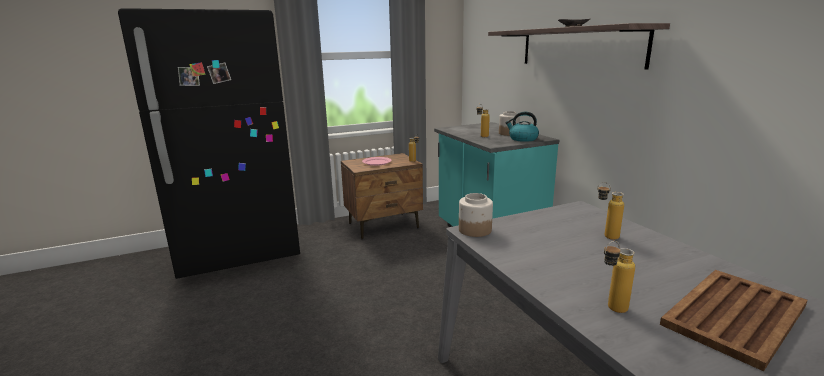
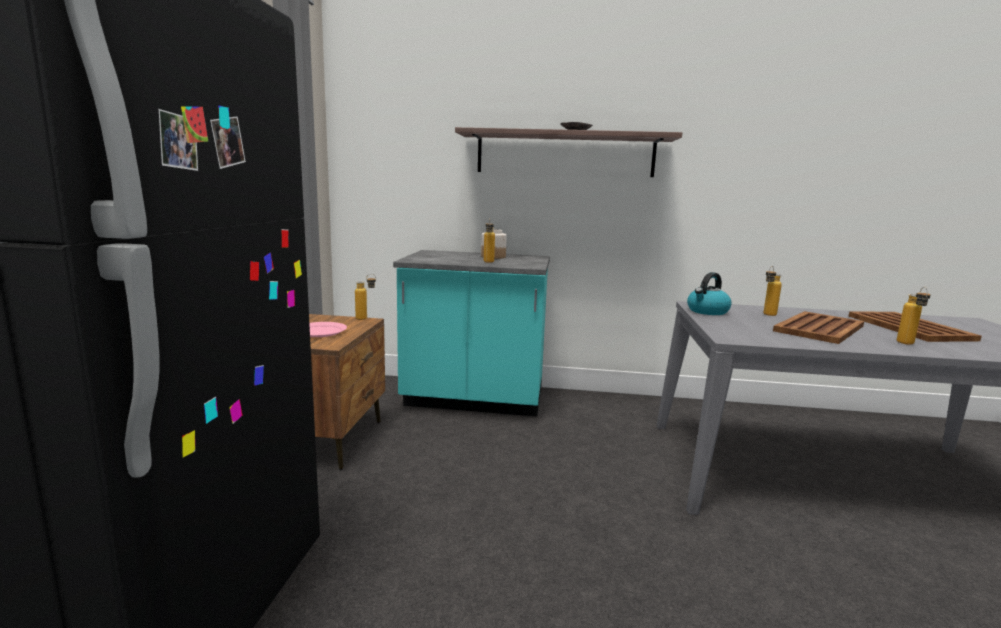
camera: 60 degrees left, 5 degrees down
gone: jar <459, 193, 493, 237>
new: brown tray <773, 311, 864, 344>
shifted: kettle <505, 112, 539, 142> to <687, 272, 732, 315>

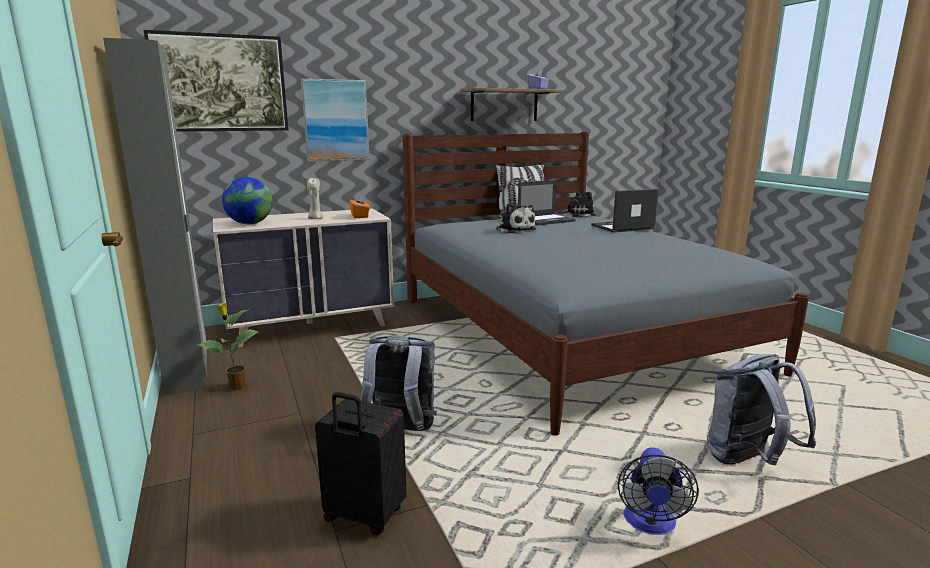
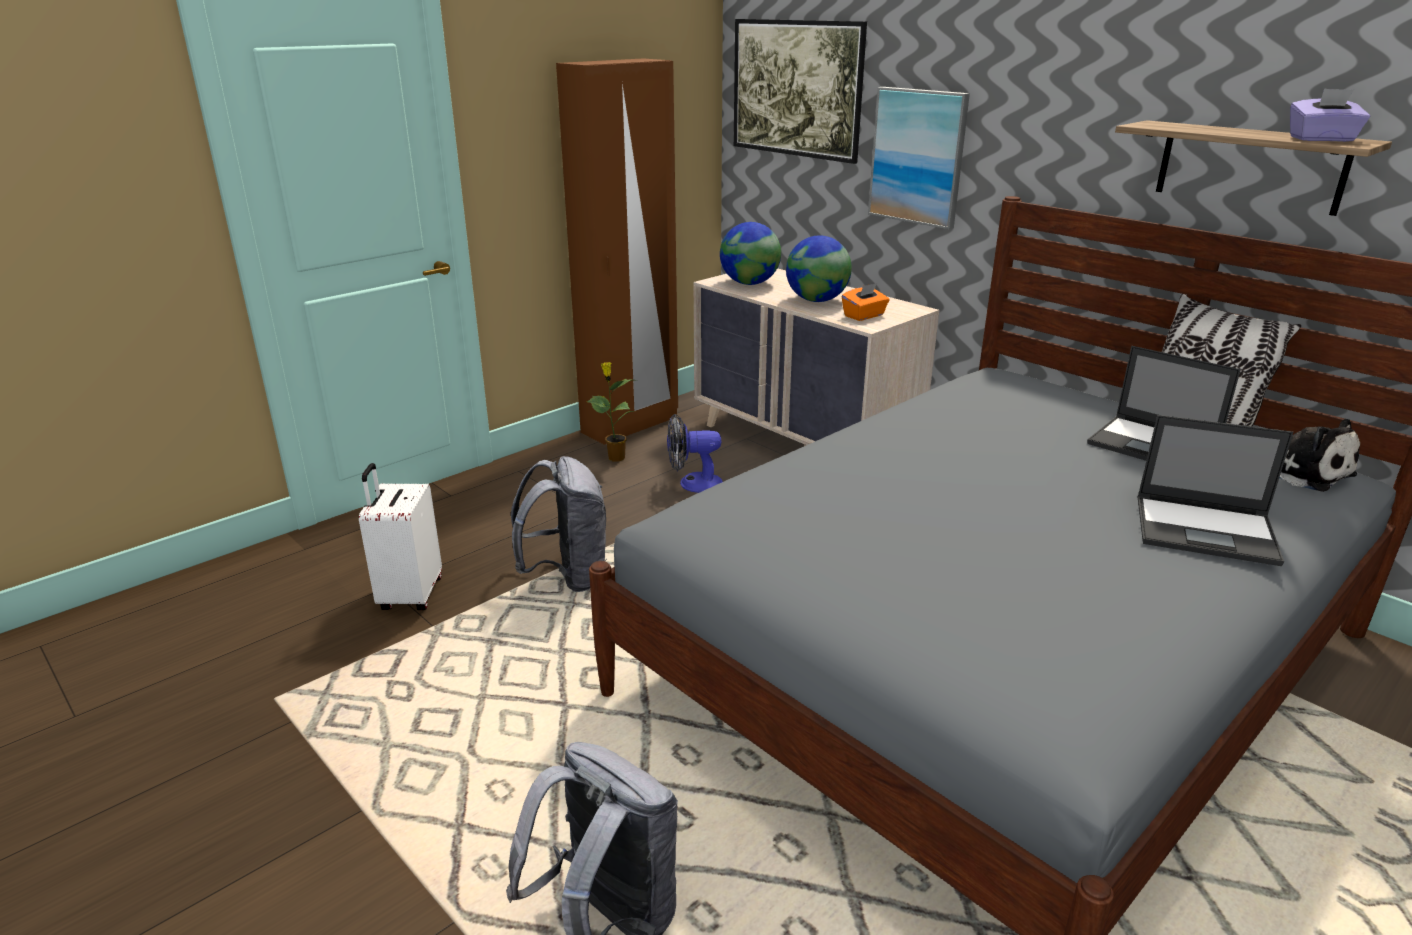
camera: 70 degrees right, 10 degrees up
gone: plush toy <496, 204, 536, 233>
shifted: fan <618, 447, 699, 535> to <667, 414, 723, 493>
swapped: beige candle <307, 178, 323, 219> to globe <786, 235, 852, 302>
repainted: grey wardrobe <103, 38, 207, 396> to brown wardrobe <556, 58, 678, 445>; black suitcase <315, 392, 407, 535> to white suitcase <359, 463, 442, 610>
rotated: laptop <591, 189, 658, 233> = <1138, 415, 1293, 566> 150 degrees clockwise

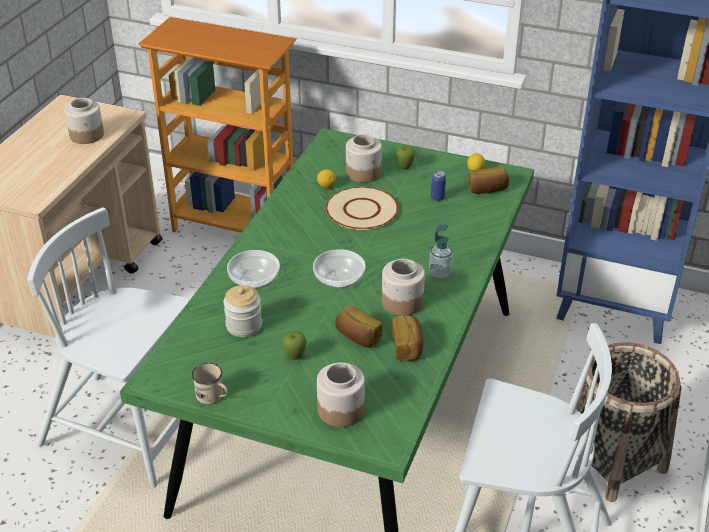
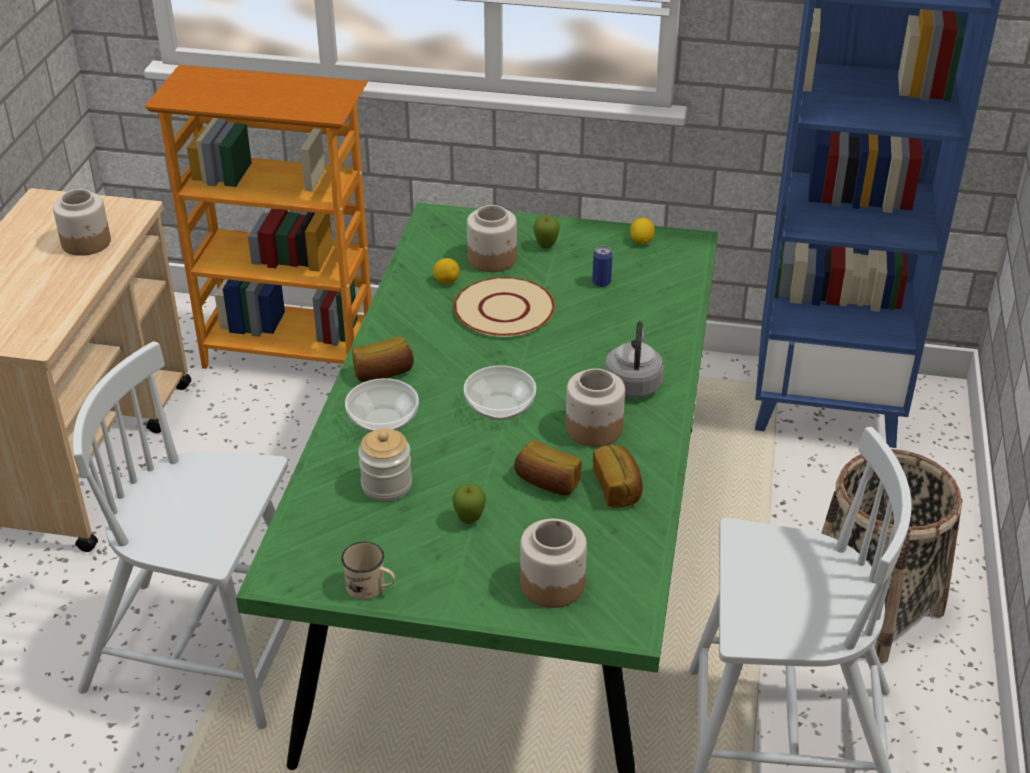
camera: 10 degrees left, 0 degrees up
shifted: bread <468, 166, 509, 194> to <352, 337, 414, 382>
swapped: soap dispenser <429, 224, 453, 278> to grey kettle <605, 321, 664, 398>

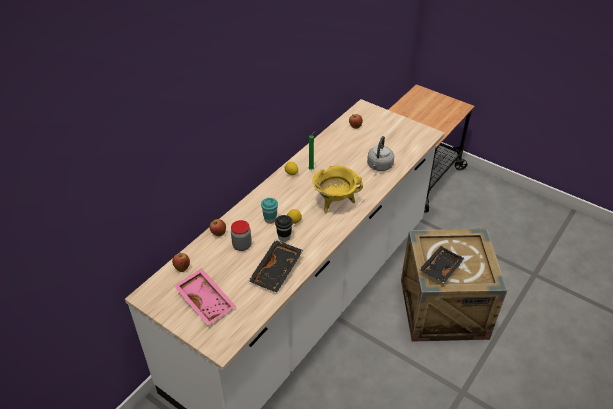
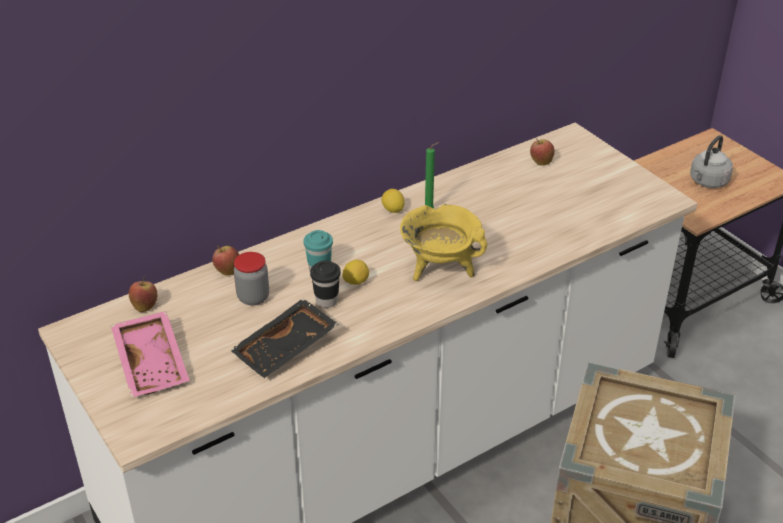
camera: 20 degrees right, 5 degrees down
gone: black tray <419, 246, 465, 283>
shifted: grey kettle <367, 136, 394, 171> to <690, 135, 733, 188>

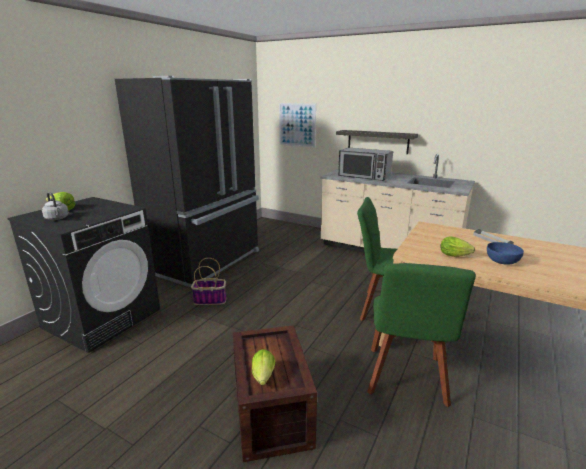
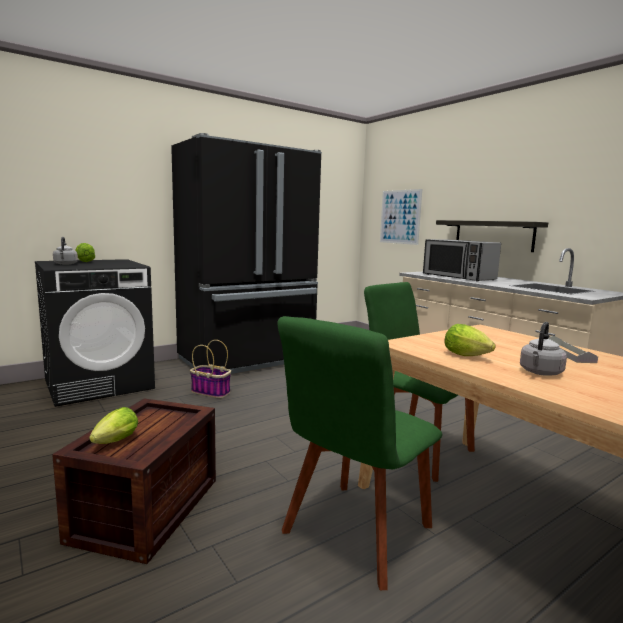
camera: 25 degrees right, 10 degrees down
swapped: blue bowl <487, 242, 524, 265> to grey kettle <520, 322, 567, 376>

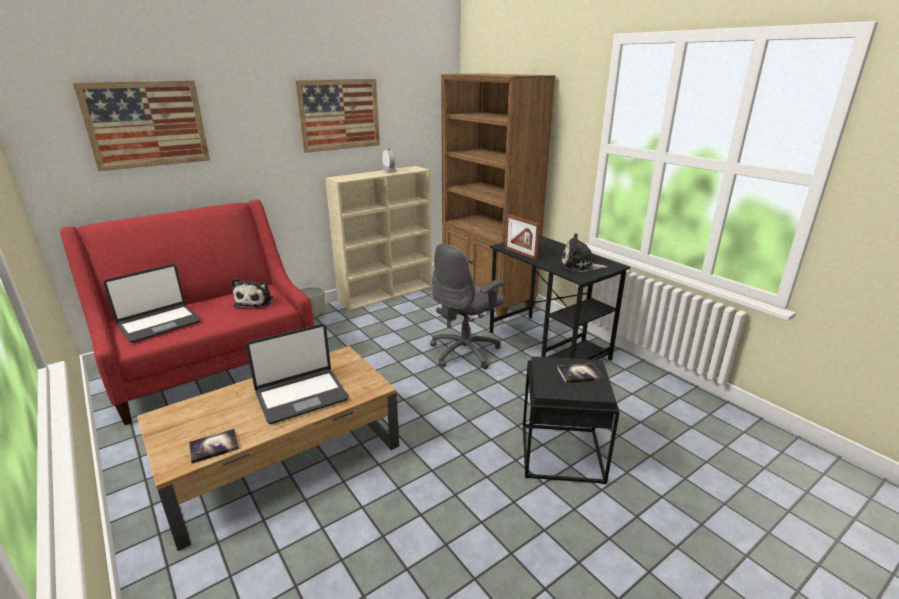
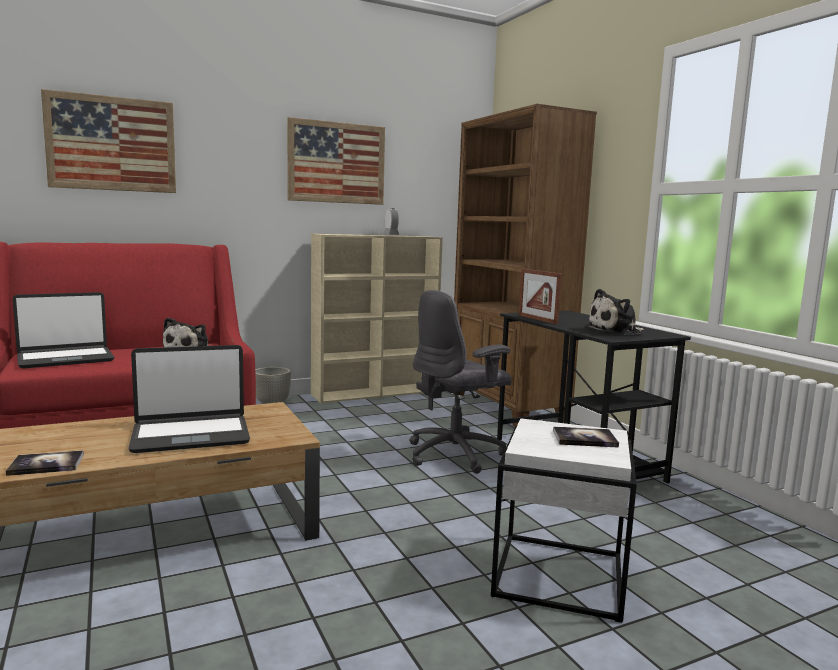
camera: 10 degrees right, 15 degrees down
repainted: black side table <523, 356, 620, 484> to white side table <491, 418, 637, 623>
rotated: plush toy <562, 233, 608, 272> = <585, 289, 644, 335> 45 degrees counterclockwise

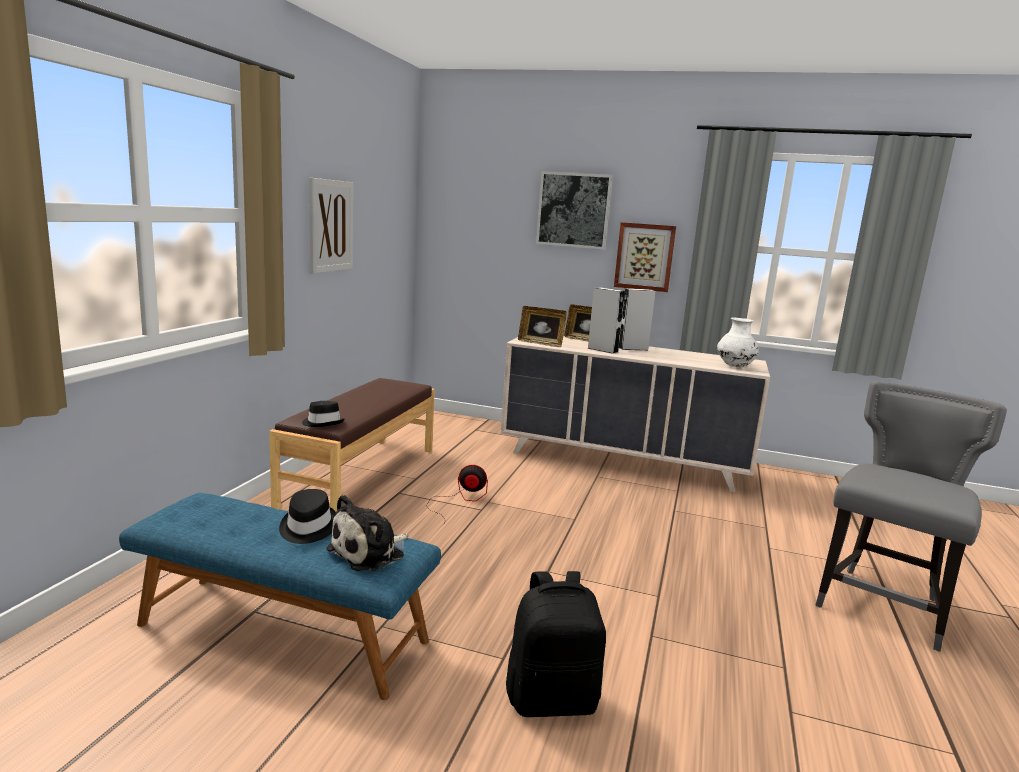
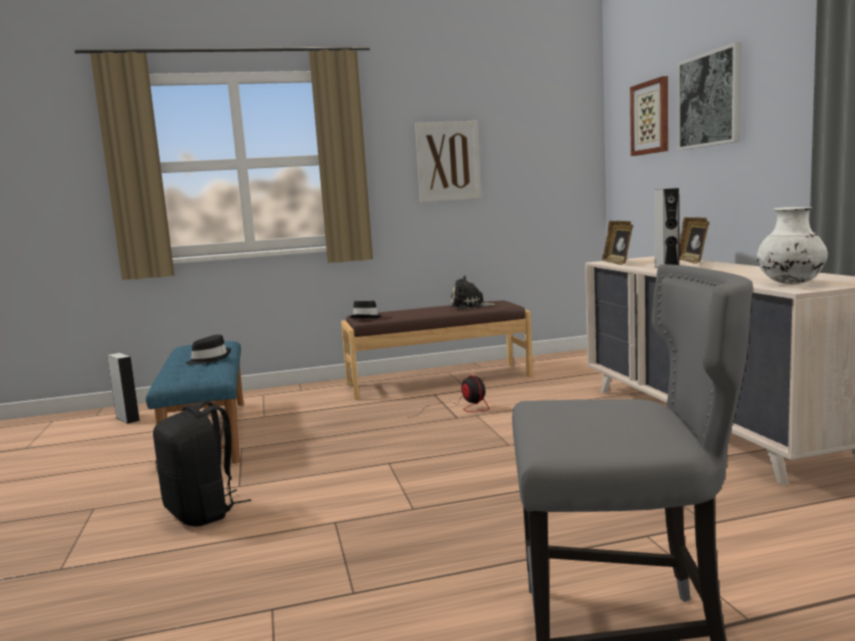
camera: 60 degrees right, 5 degrees down
shifted: picture <614, 222, 676, 292> to <630, 76, 668, 156>; grey speaker <619, 288, 655, 350> to <107, 353, 140, 424>; plush toy <326, 495, 408, 571> to <451, 276, 498, 309>

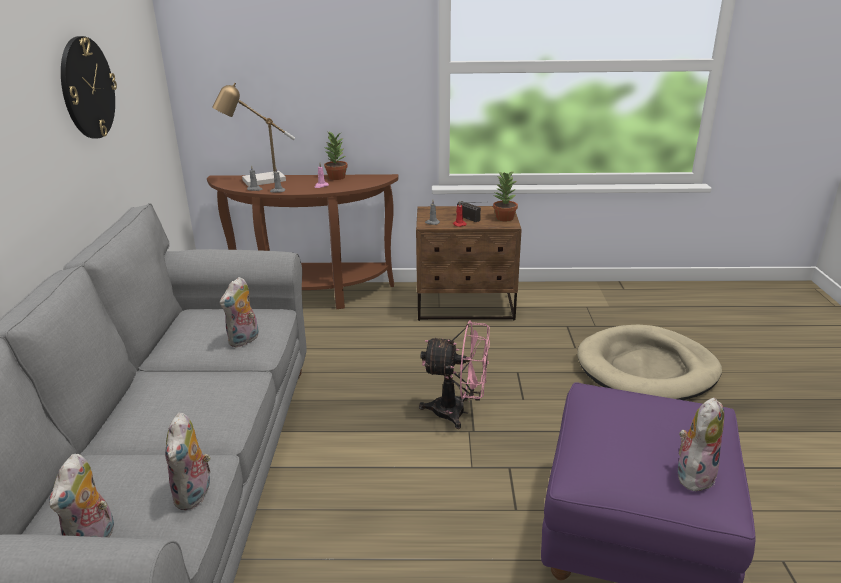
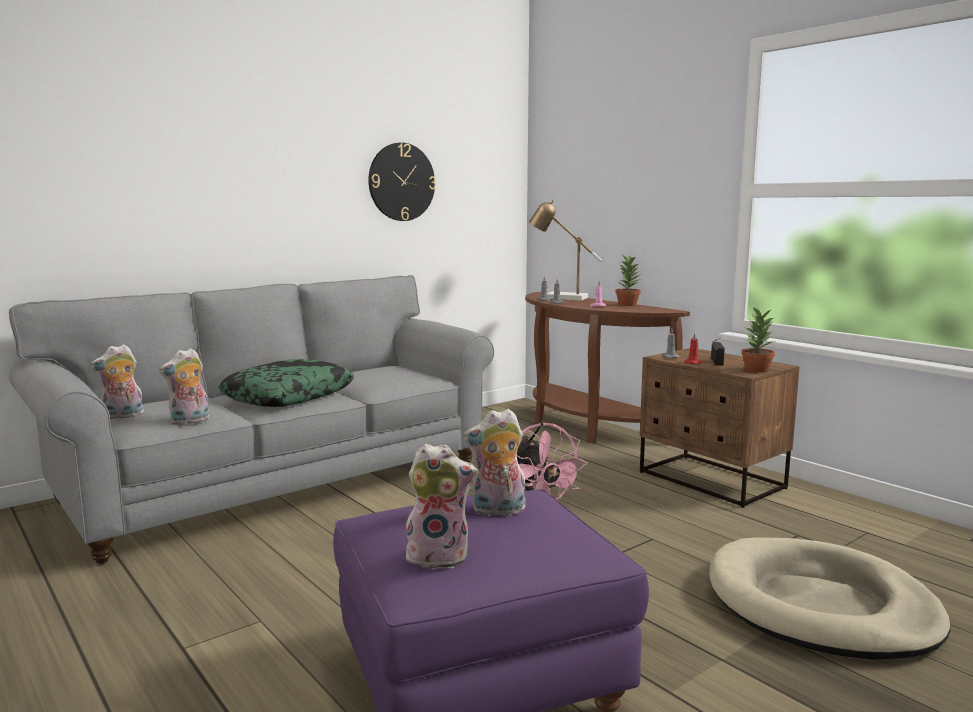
camera: 50 degrees right, 15 degrees down
new: pillow <218, 359, 354, 407>
shifted: plush toy <220, 277, 259, 347> to <463, 409, 525, 518>

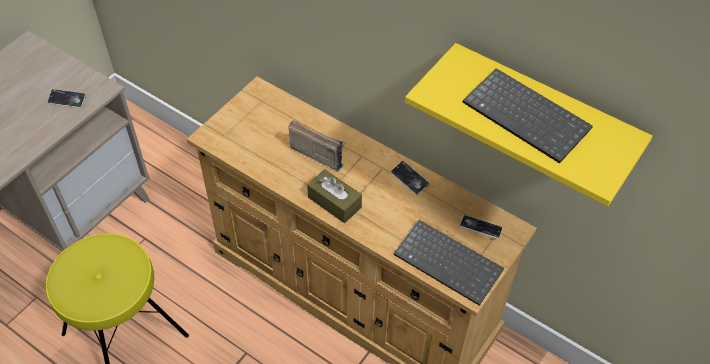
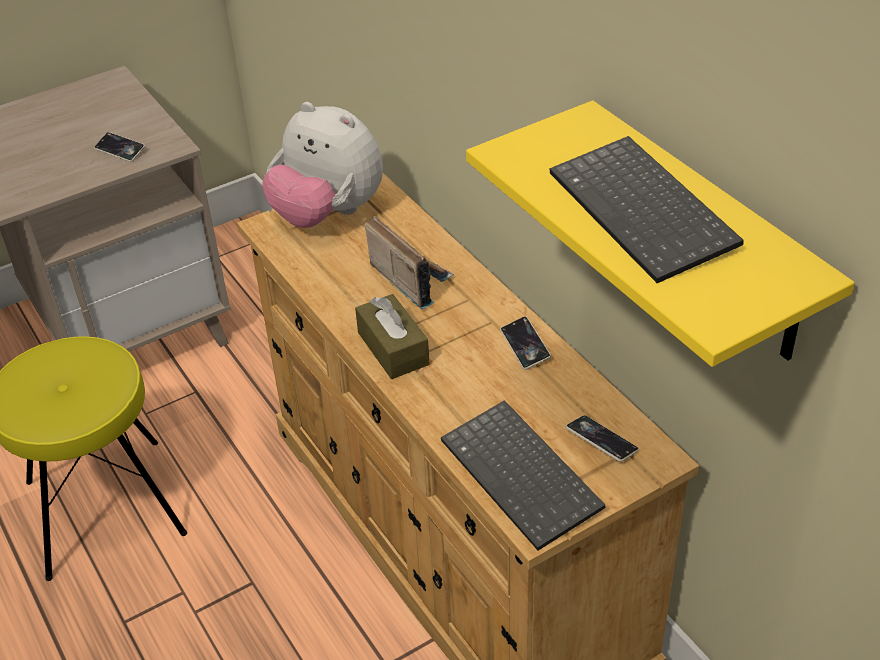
camera: 25 degrees right, 10 degrees down
new: plush toy <263, 102, 383, 228>

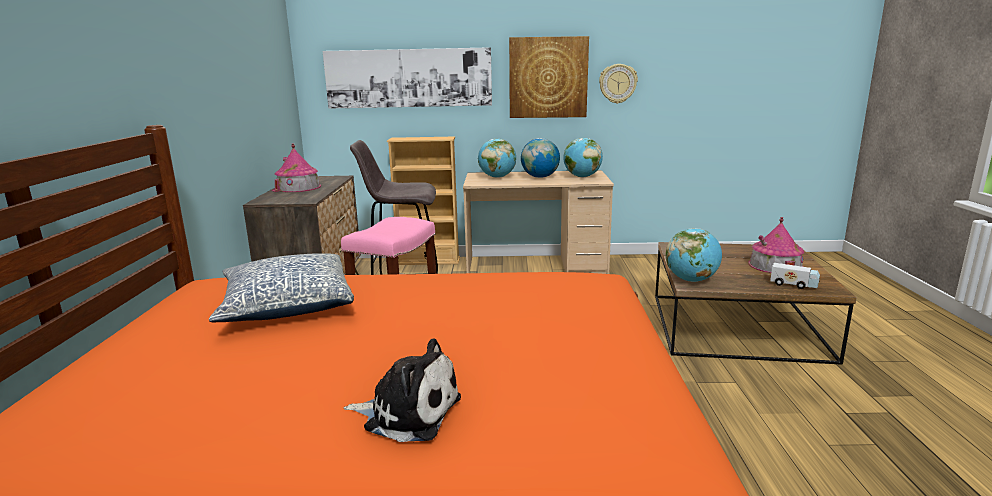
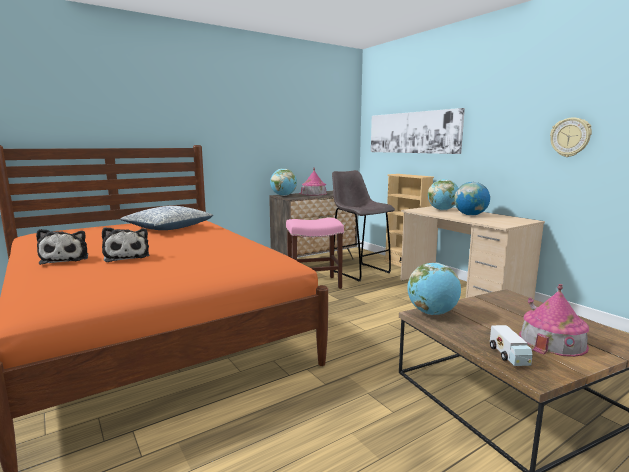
camera: 55 degrees right, 5 degrees down
gone: picture <509, 36, 589, 118>
new: plush toy <102, 227, 149, 262>
shifted: globe <563, 138, 603, 177> to <270, 169, 297, 196>

